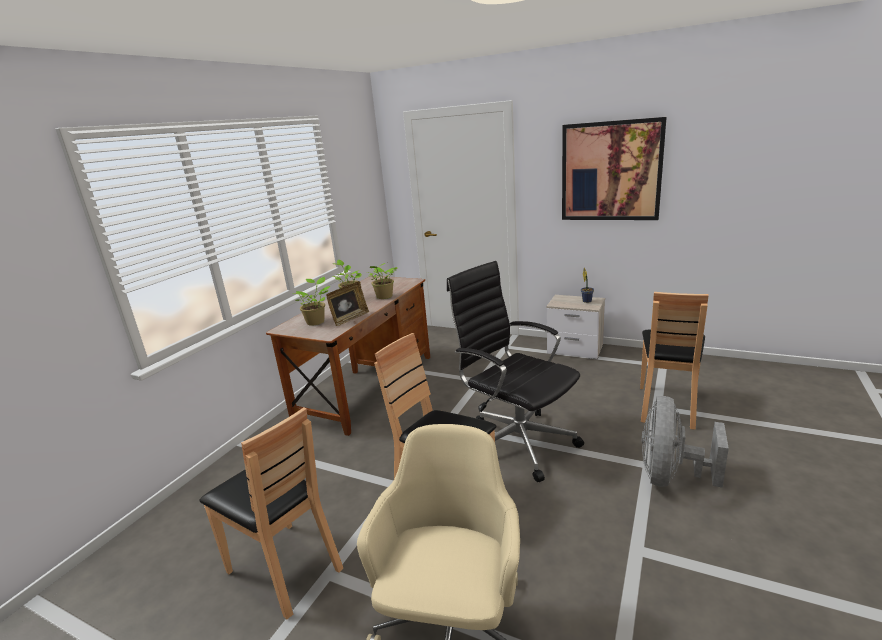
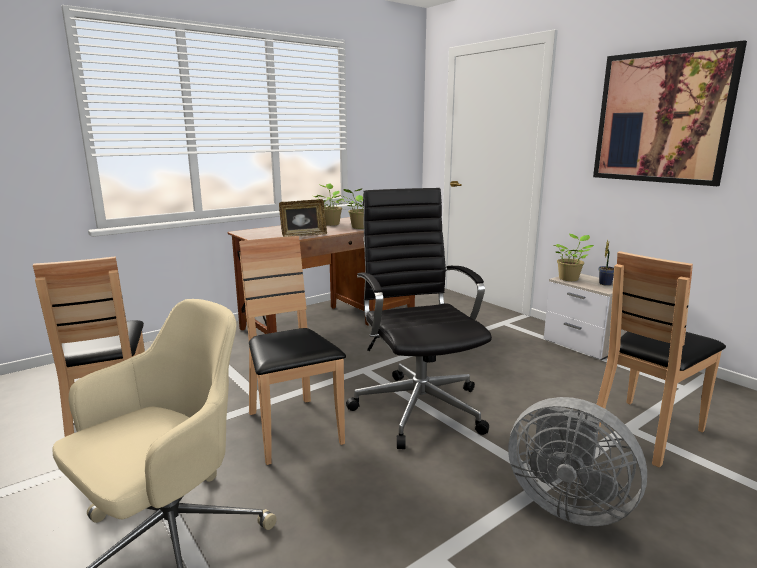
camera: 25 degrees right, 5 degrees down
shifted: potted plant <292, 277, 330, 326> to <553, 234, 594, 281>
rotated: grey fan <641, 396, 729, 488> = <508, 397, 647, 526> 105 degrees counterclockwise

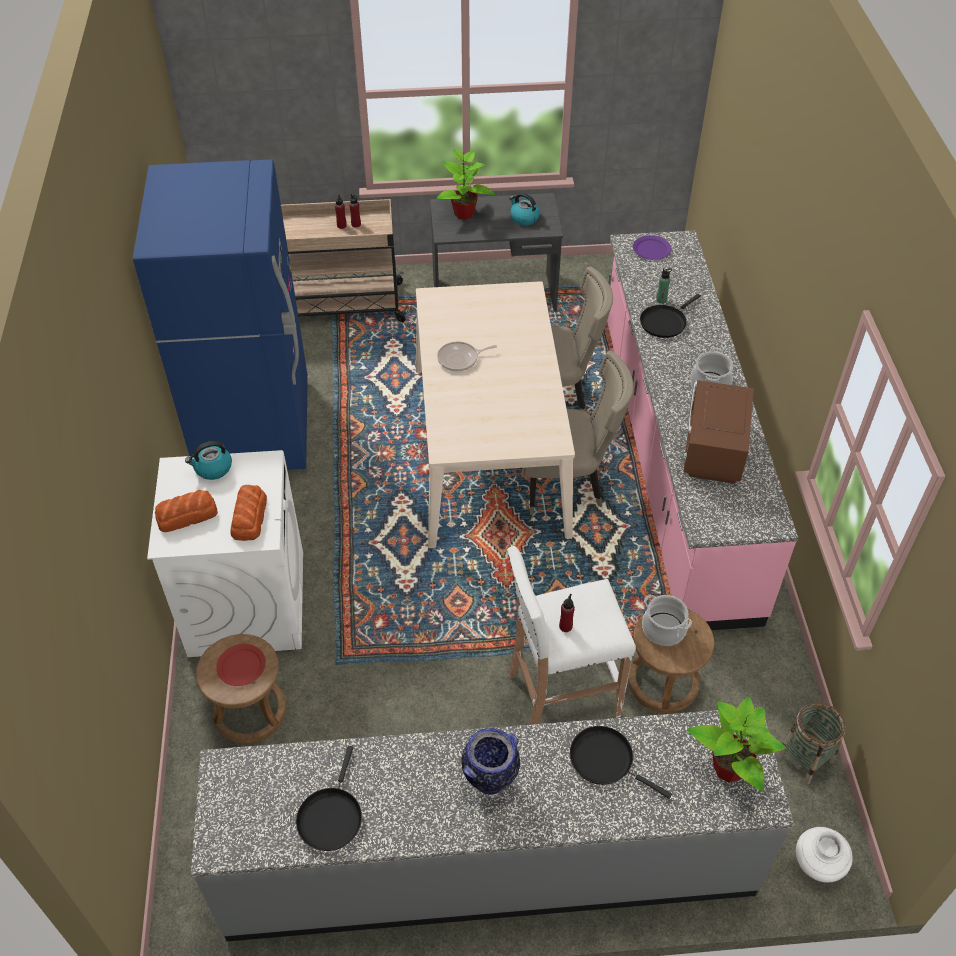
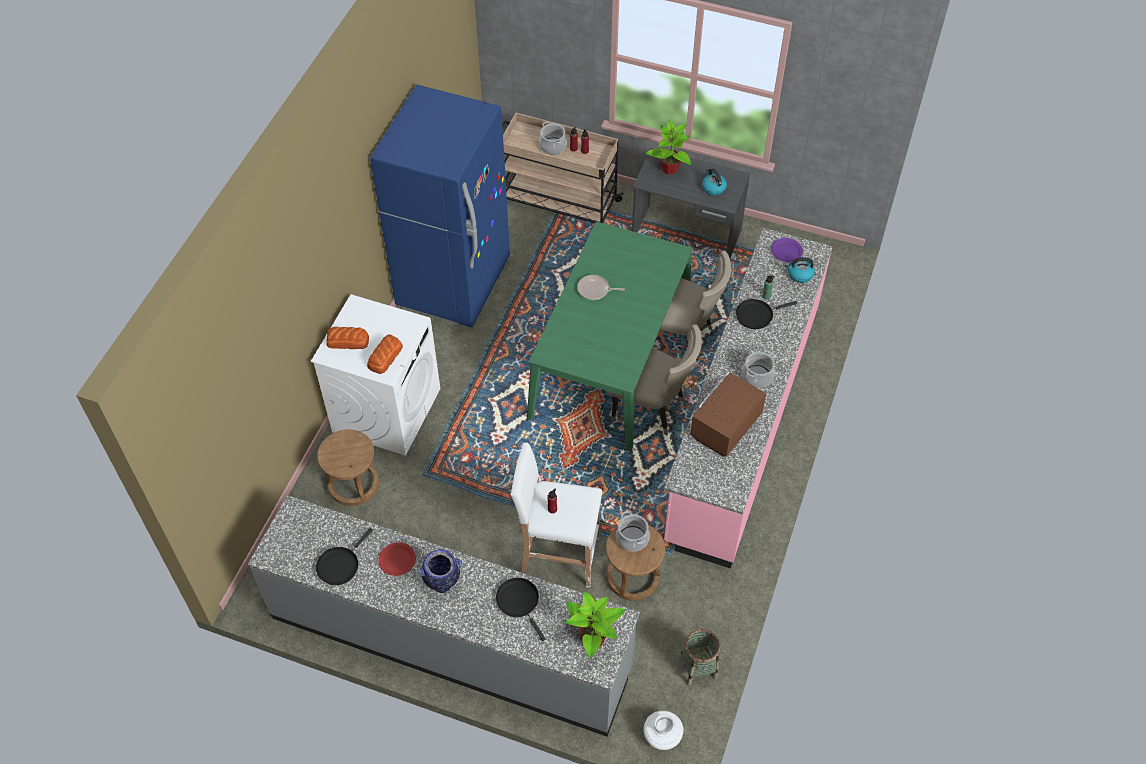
camera: 25 degrees right, 5 degrees up
new: cooking pot <539, 121, 567, 155>
shifted: kettle <185, 441, 232, 480> to <785, 257, 815, 283>; red plate <216, 644, 266, 686> to <378, 542, 416, 576>
repainted: beige dining table <416, 281, 575, 548> to green dining table <527, 222, 693, 451>

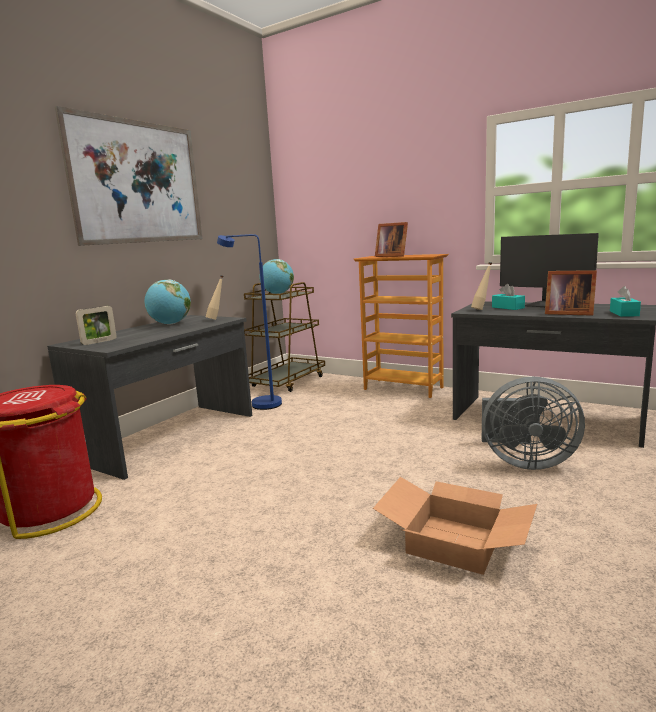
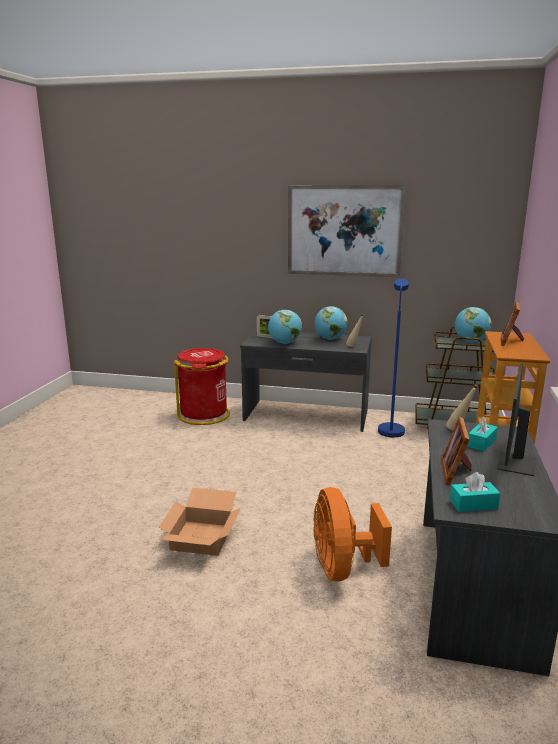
camera: 70 degrees right, 5 degrees up
new: globe <268, 310, 302, 344>
repainted: grey fan <482, 377, 585, 470> to orange fan <313, 487, 392, 582>

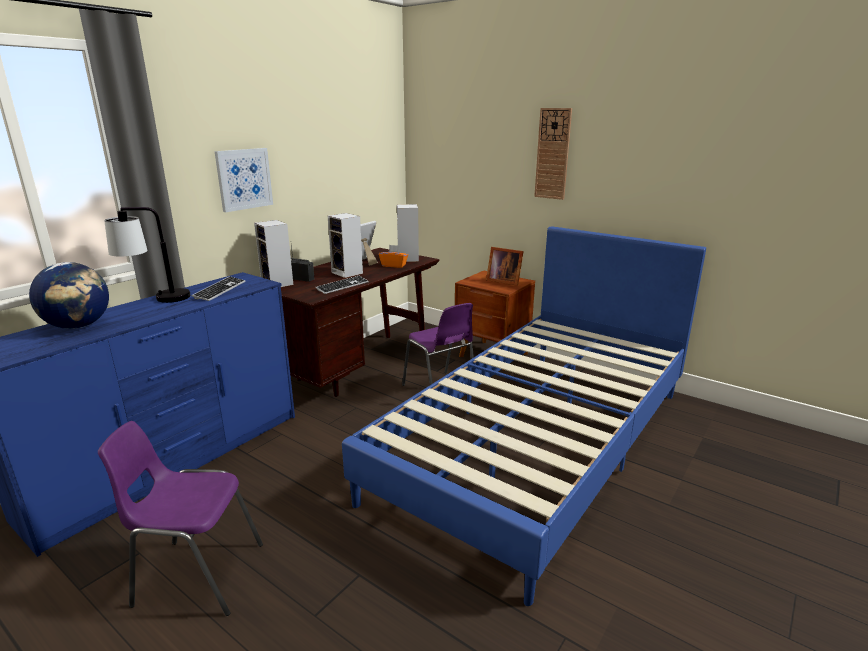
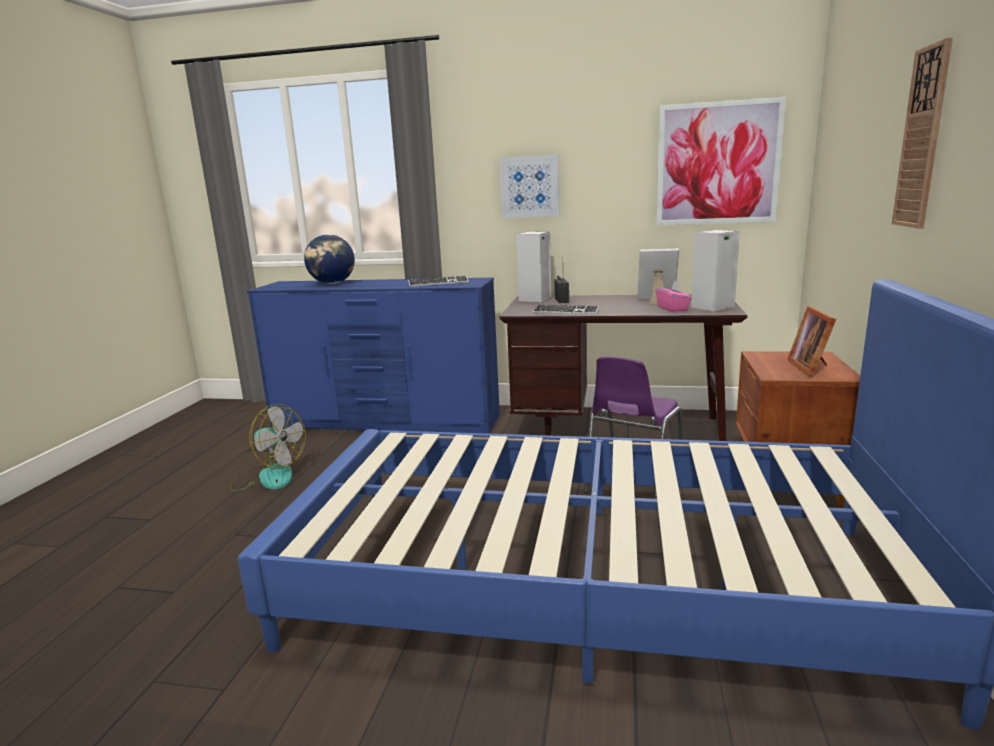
camera: 65 degrees right, 5 degrees down
gone: table lamp <104, 207, 190, 303>; speaker <328, 213, 363, 278>
new: picture <656, 97, 786, 226>
swapped: purple chair <98, 421, 263, 616> to fan <229, 404, 306, 491>
repainted: orange tissue box <379, 245, 408, 268> to pink tissue box <656, 280, 692, 312>

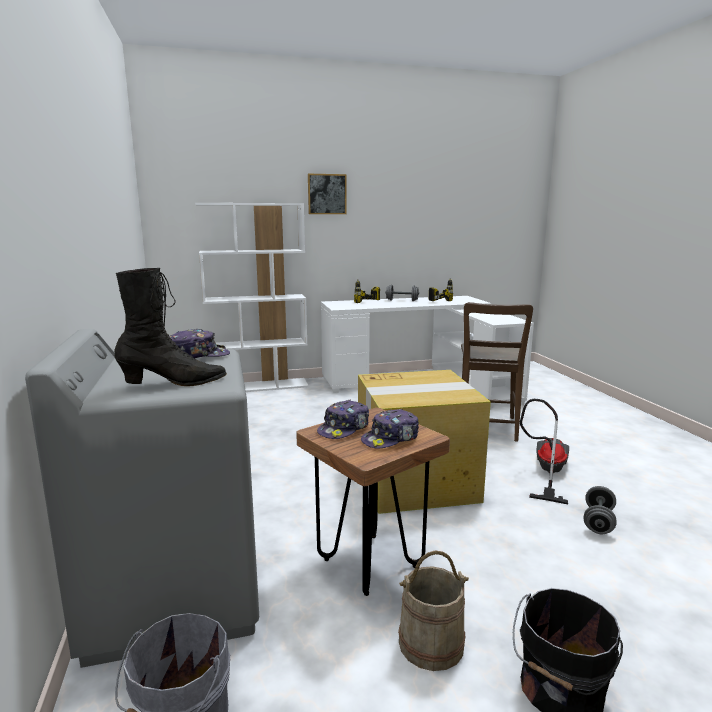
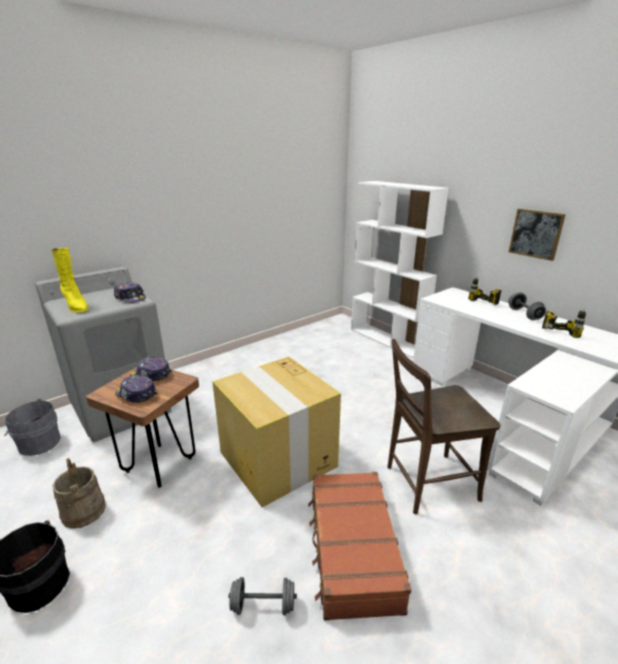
camera: 65 degrees right, 10 degrees up
shifted: picture <308, 174, 347, 214> to <509, 209, 566, 261>
swapped: vacuum cleaner <520, 399, 569, 504> to brown suitcase <308, 472, 411, 621>
repainted: black boot <114, 268, 227, 386> to yellow boot <51, 248, 89, 313>

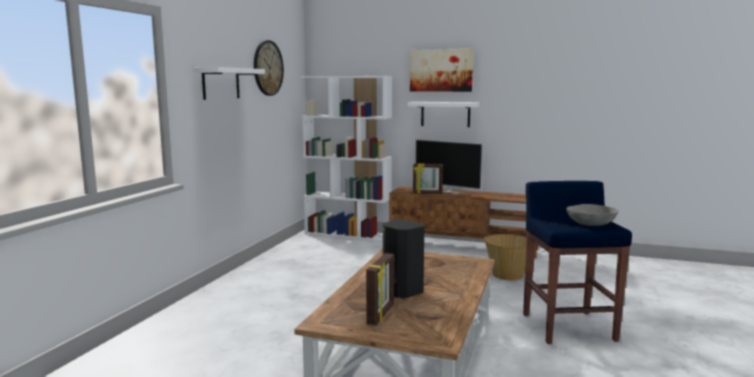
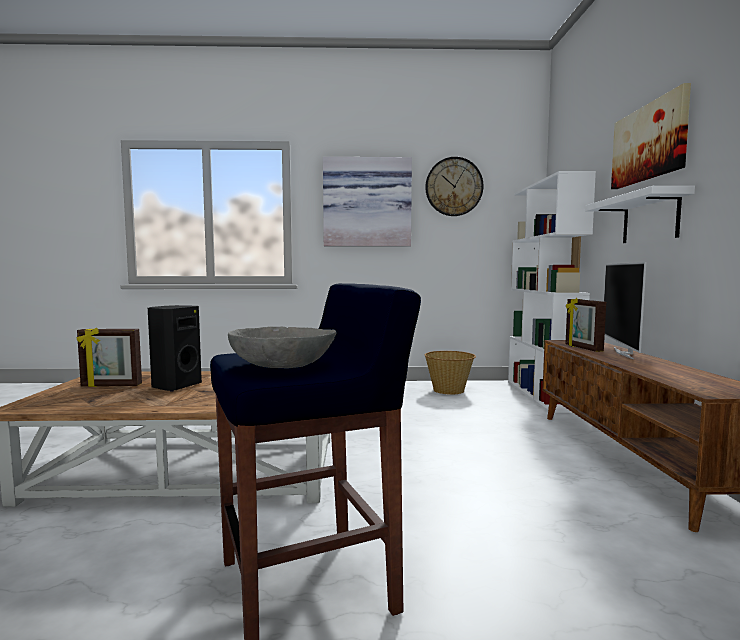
camera: 70 degrees right, 5 degrees down
shifted: basket <484, 234, 527, 280> to <425, 351, 476, 394>
swapped: white shelf <194, 67, 265, 100> to picture <323, 157, 412, 246>

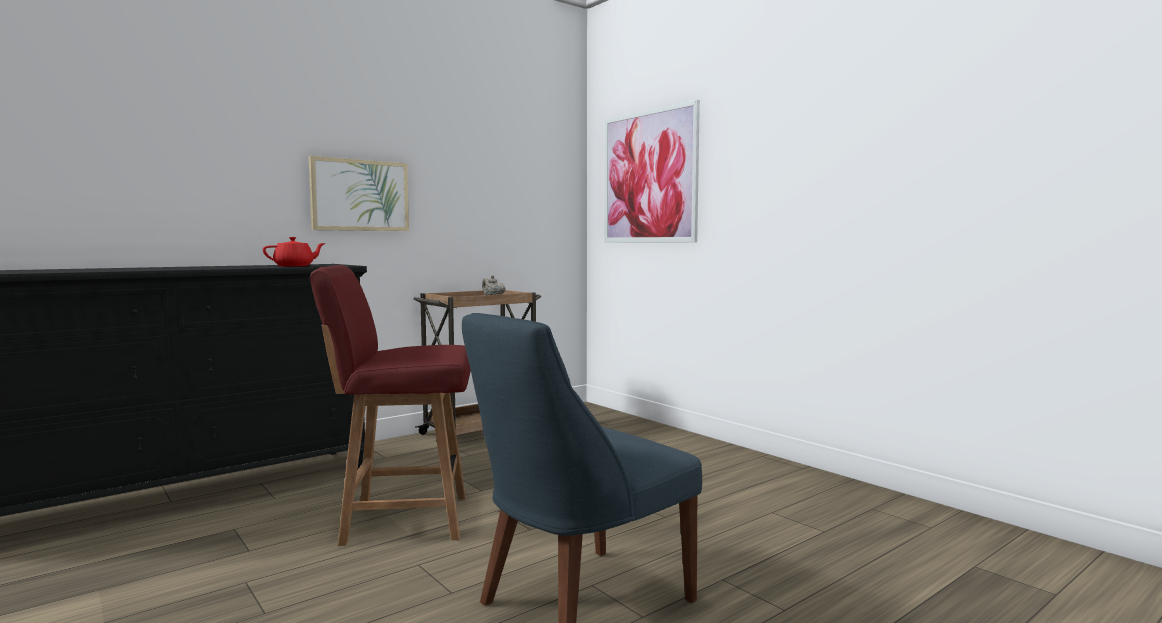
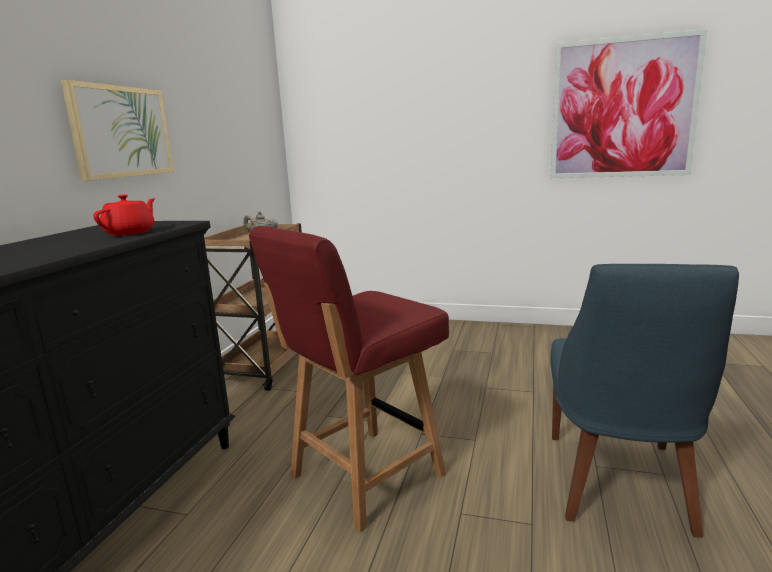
camera: 35 degrees left, 10 degrees up
shifted: picture <604, 99, 700, 242> to <551, 29, 707, 178>

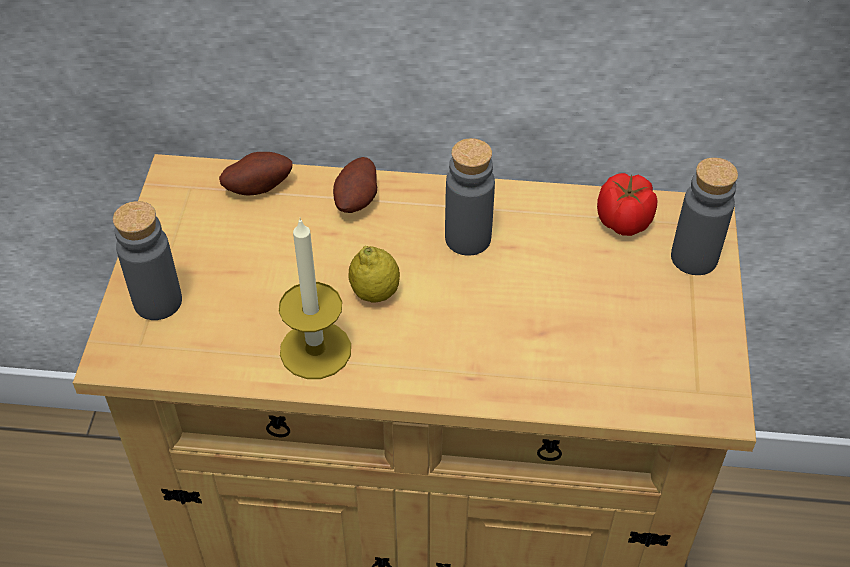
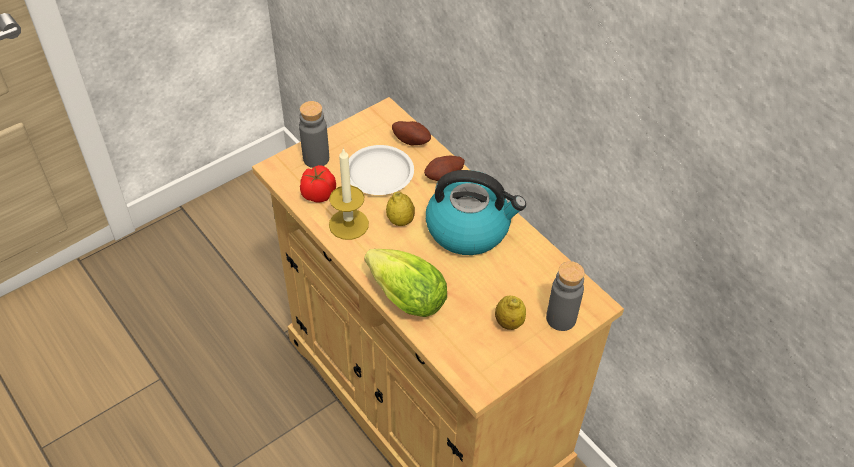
camera: 45 degrees right, 0 degrees up
new: white plate <349, 145, 414, 195>; lettuce <364, 249, 447, 317>; lemon <495, 296, 526, 330>
shifted: tomato <597, 173, 658, 236> to <300, 165, 336, 203>
swapped: grey bottle <445, 138, 495, 256> to kettle <426, 170, 526, 255>

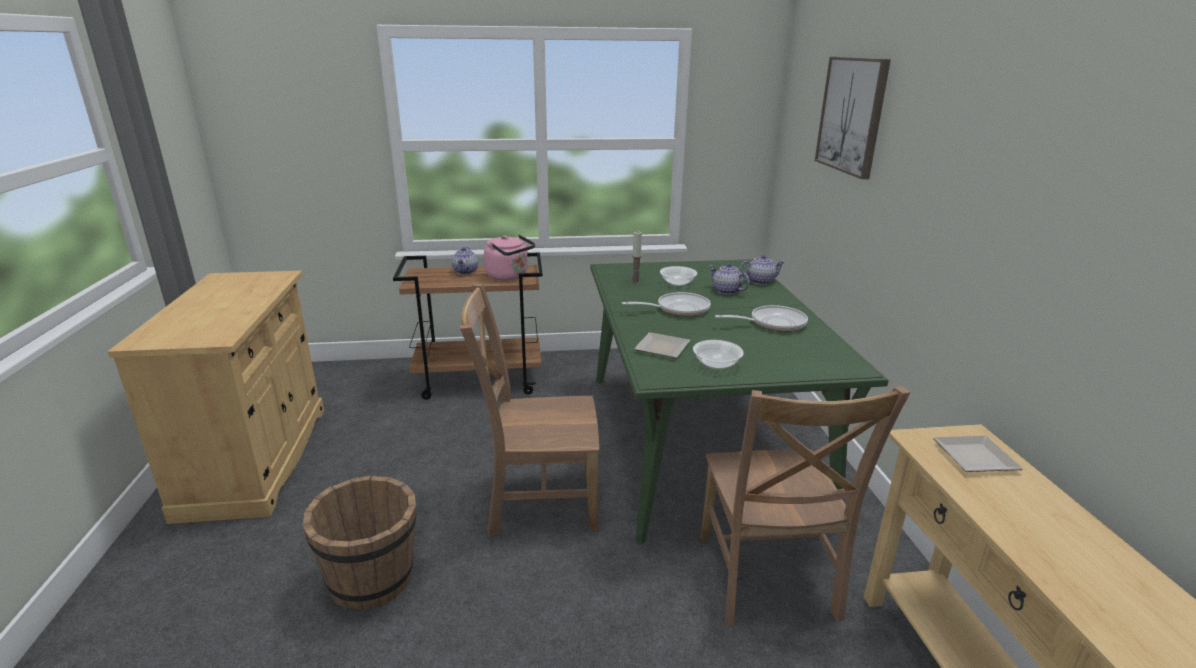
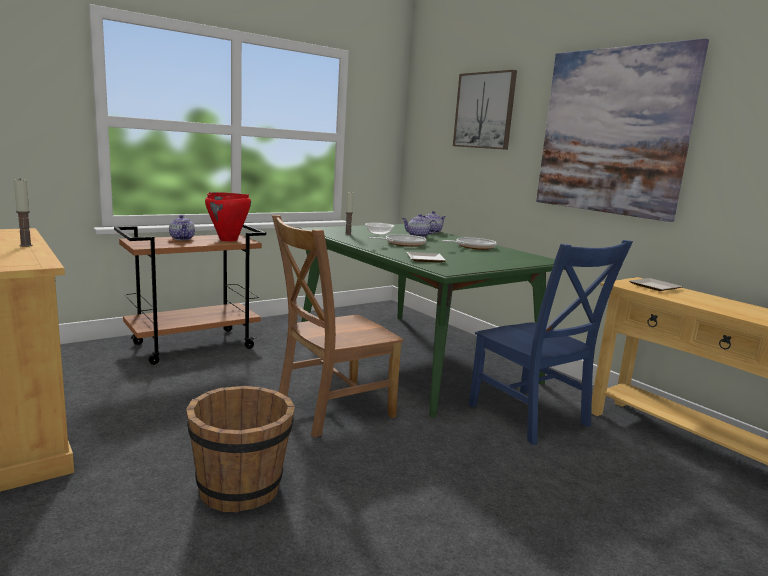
camera: 30 degrees left, 10 degrees down
gone: bowl <693, 340, 744, 369>
new: picture <536, 38, 709, 222>; candle <14, 179, 33, 247>
swapped: pink kettle <484, 235, 535, 280> to red cooking pot <205, 192, 251, 241>
repainted: brown chair <700, 386, 911, 627> to blue chair <469, 240, 633, 445>

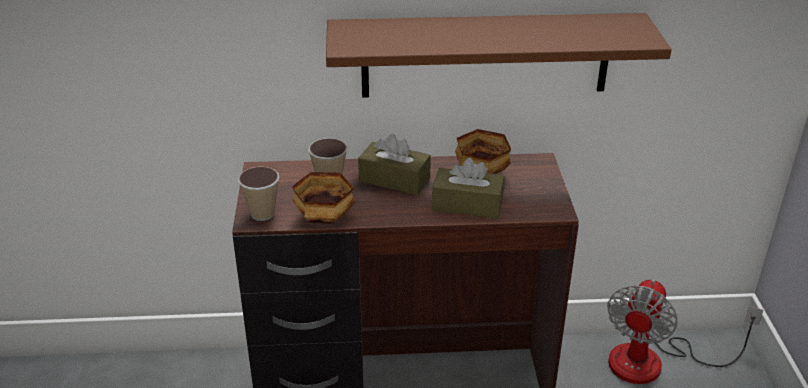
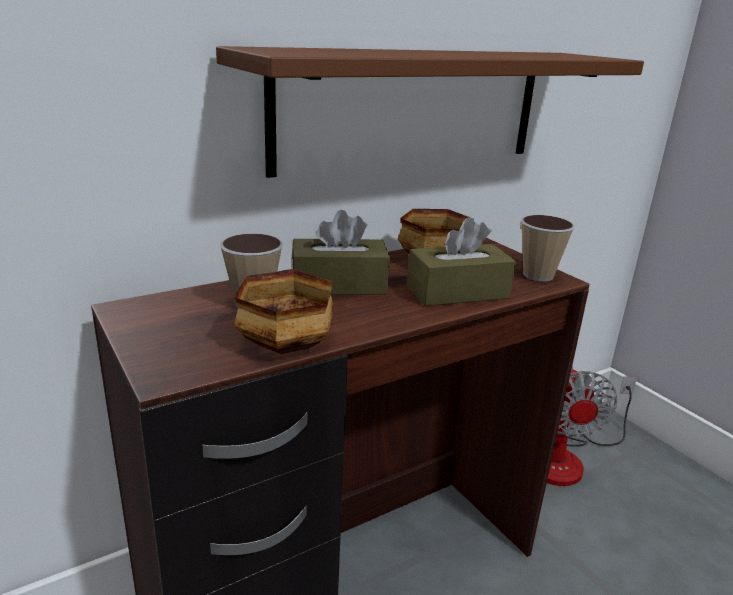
camera: 30 degrees left, 10 degrees down
shifted: cup <238, 167, 280, 221> to <521, 215, 575, 281>

